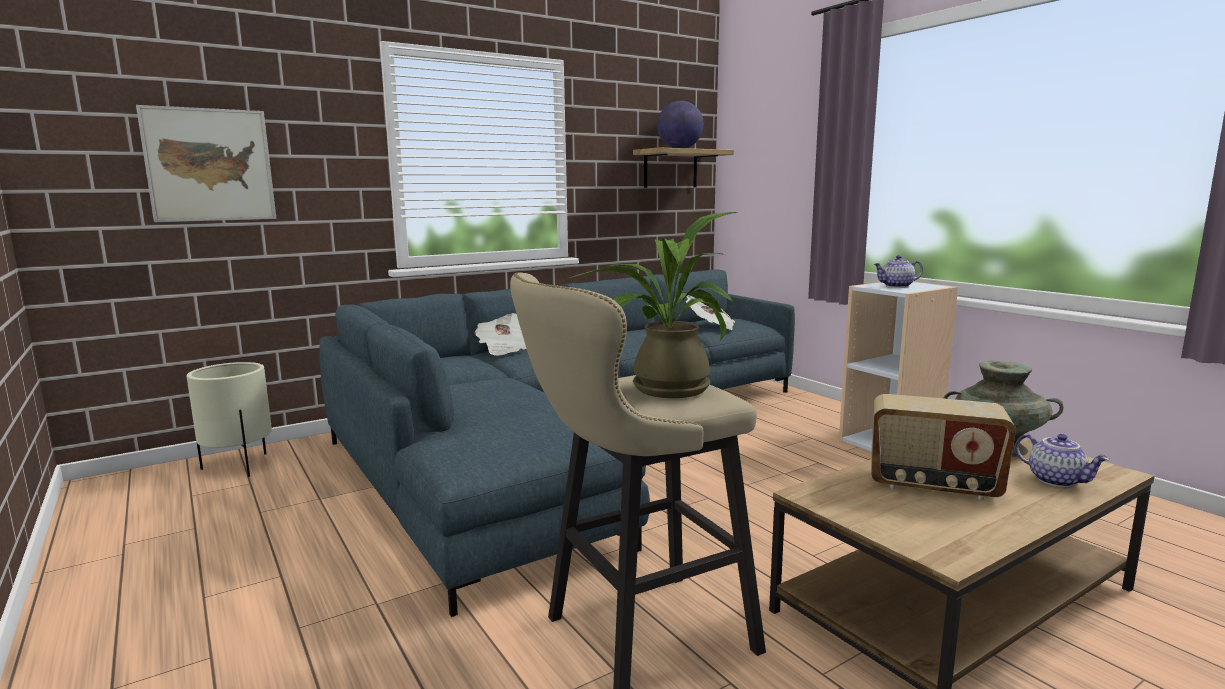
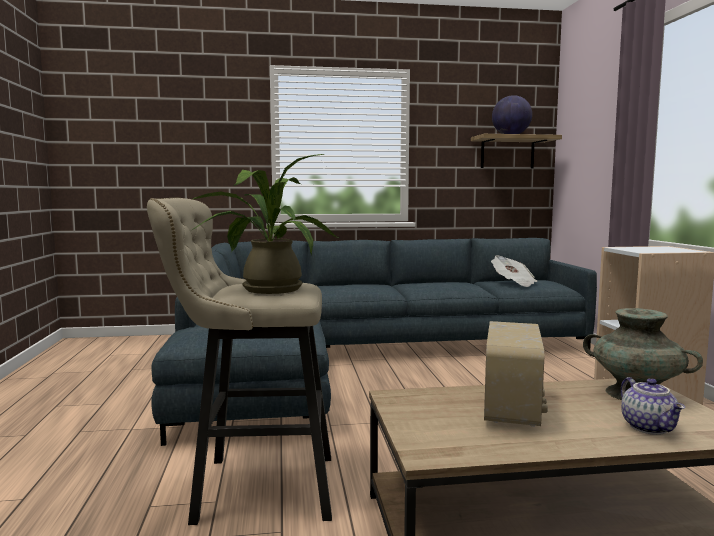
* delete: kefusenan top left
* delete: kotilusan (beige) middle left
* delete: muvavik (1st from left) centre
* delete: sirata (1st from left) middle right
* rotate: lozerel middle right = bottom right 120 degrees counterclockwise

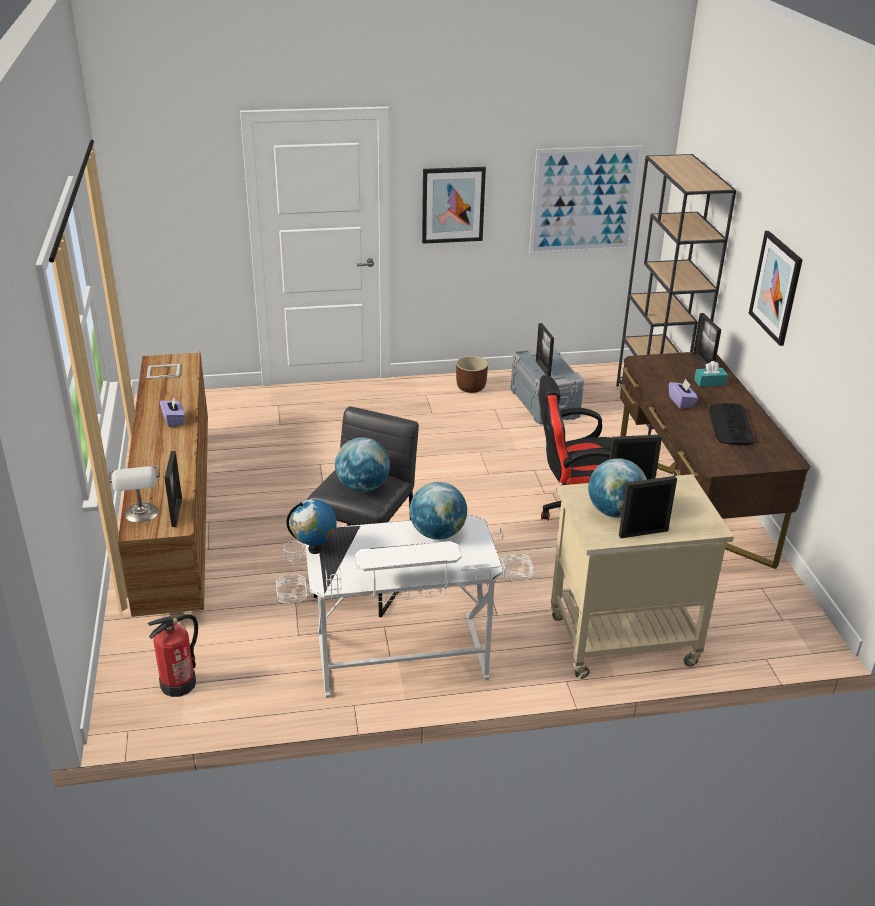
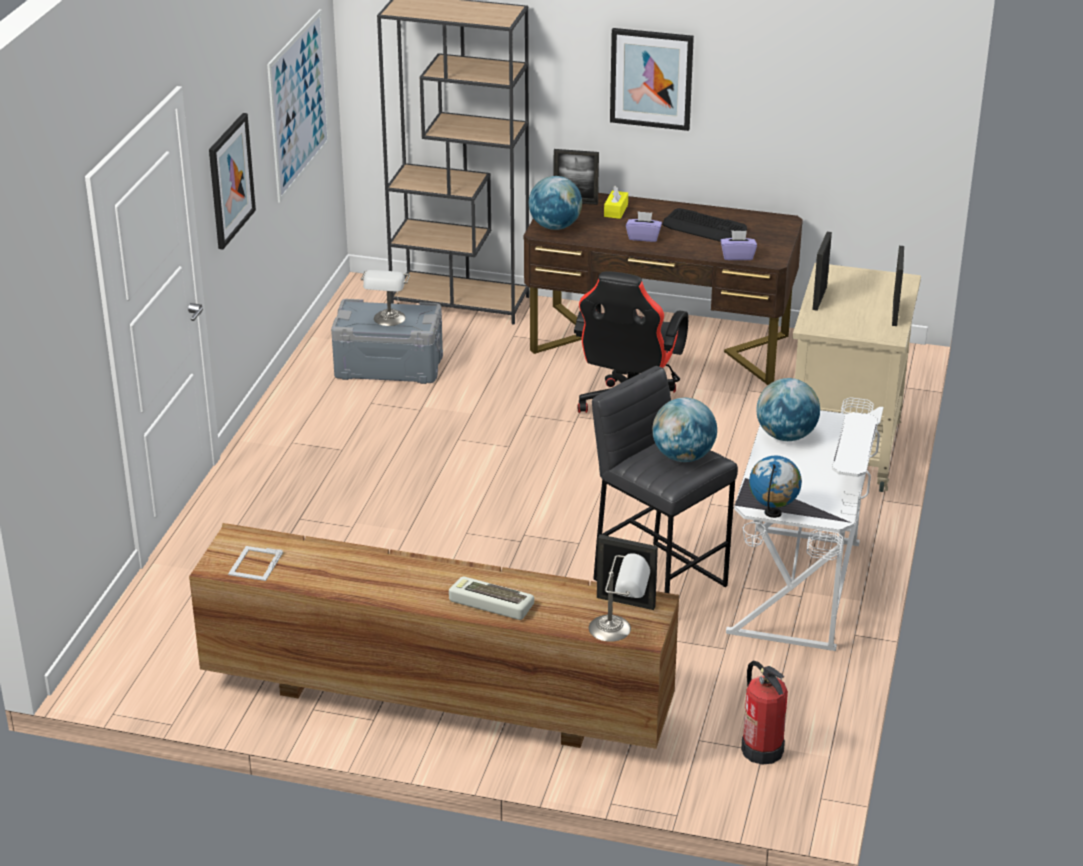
* delete: kotilusan (brown) centre
* insert: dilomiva (1st from left) bottom centre
* move: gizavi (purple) (1st from left in the first image) middle left to gizavi (purple) (2nd from left) top right
* move: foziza (4th from left in the first image) middle right to foziza (1st from left) top centre
* replace: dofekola (3rd from left) centre to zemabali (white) (1st from left) centre
* recolor: gizavi (turquoise) middle right to gizavi (yellow) top centre

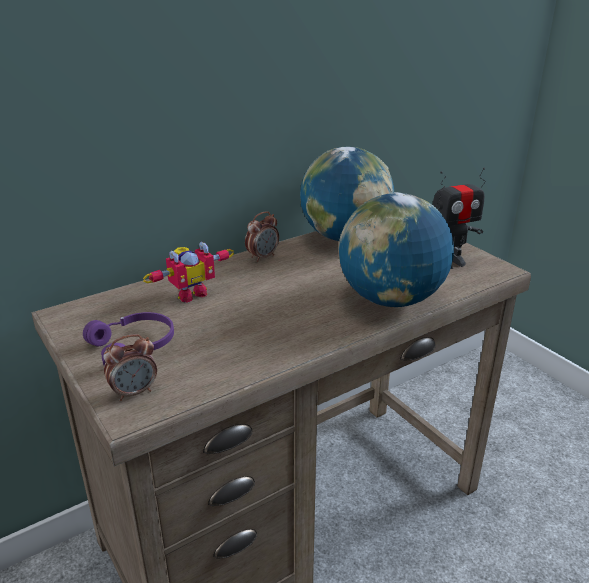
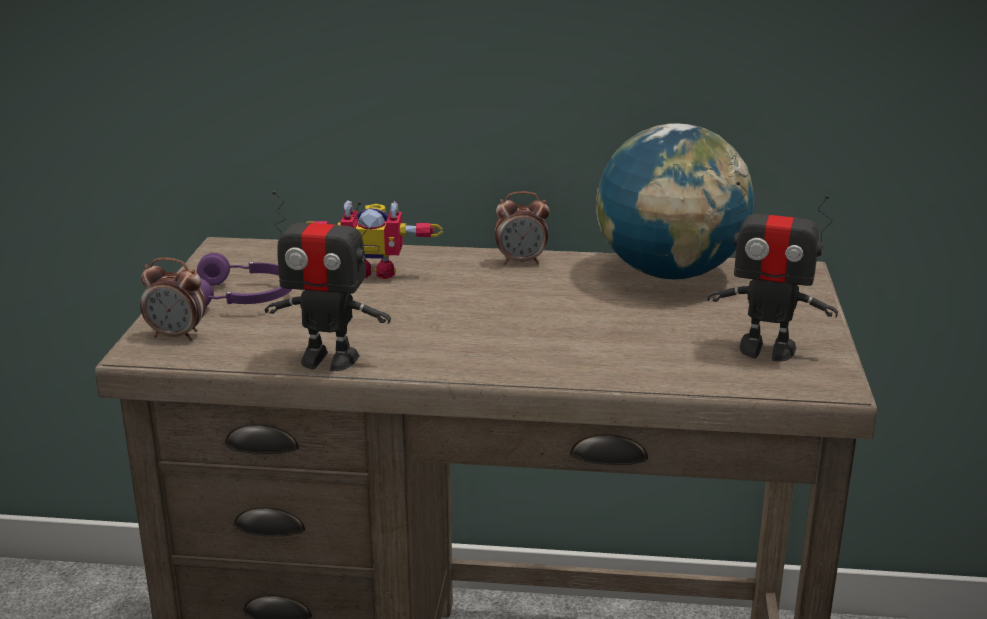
* delete: foziza (2nd from left) middle right
* insert: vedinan (1st from left) middle left

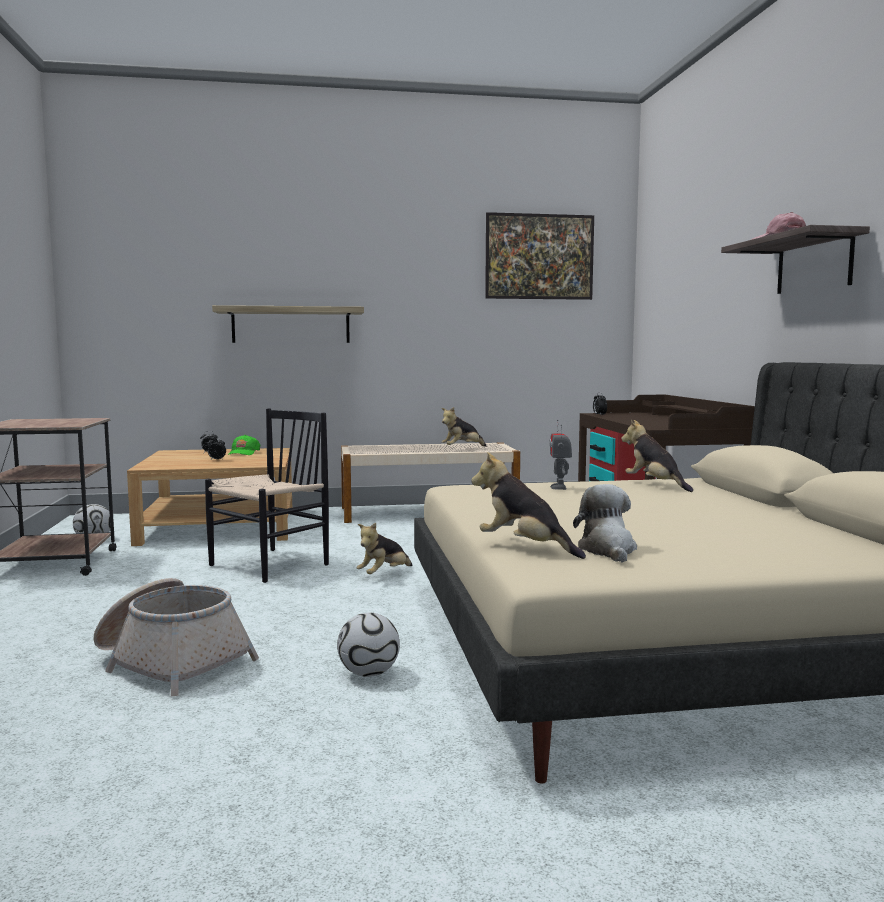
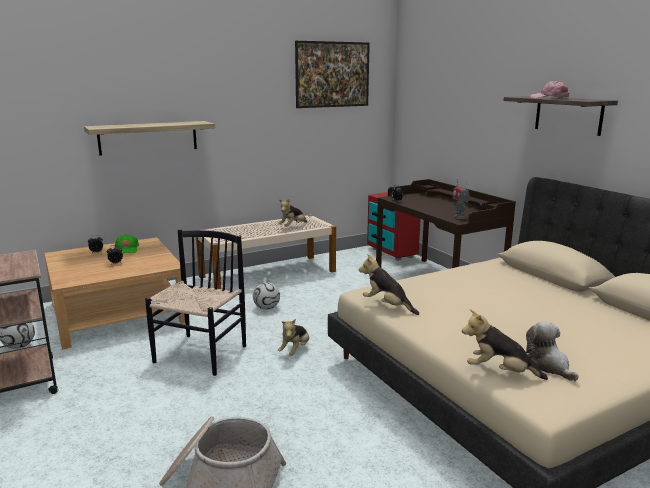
* move: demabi (2nd from left) bottom centre to centre
* move: vedinan centre to middle right
* move: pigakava (5th from left in the first image) middle right to pigakava (3rd from left) centre

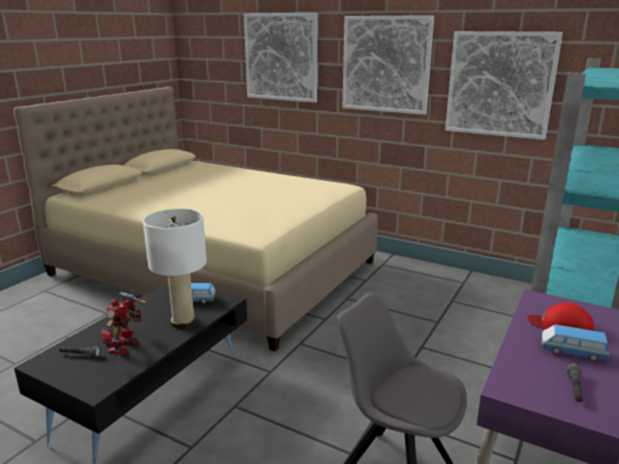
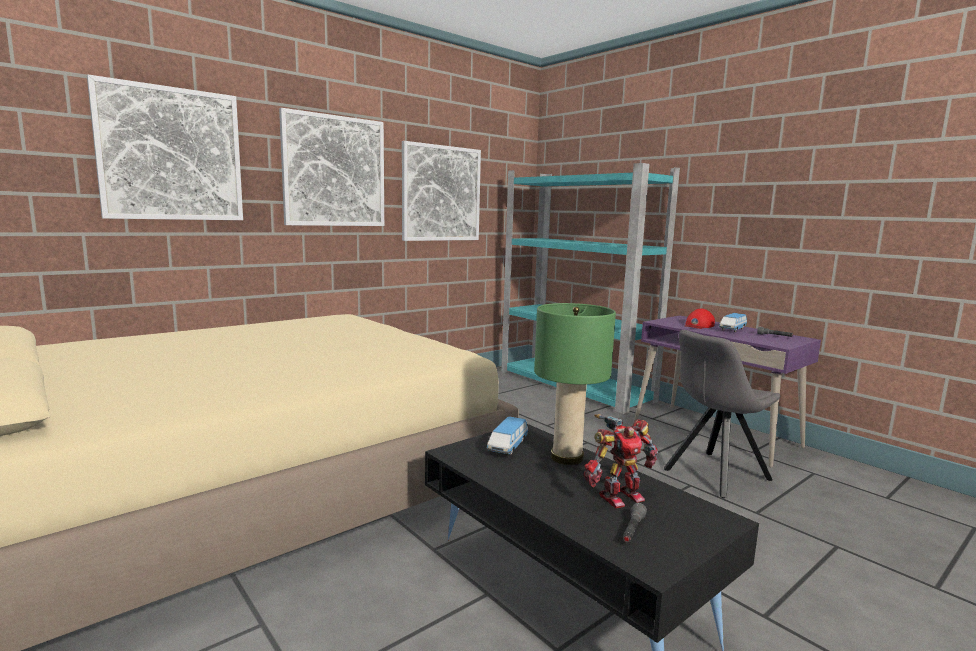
* recolor: zemabali (white) middle left to zemabali (green) centre
* rotate: vedinan bottom left = bottom centre 60 degrees counterclockwise

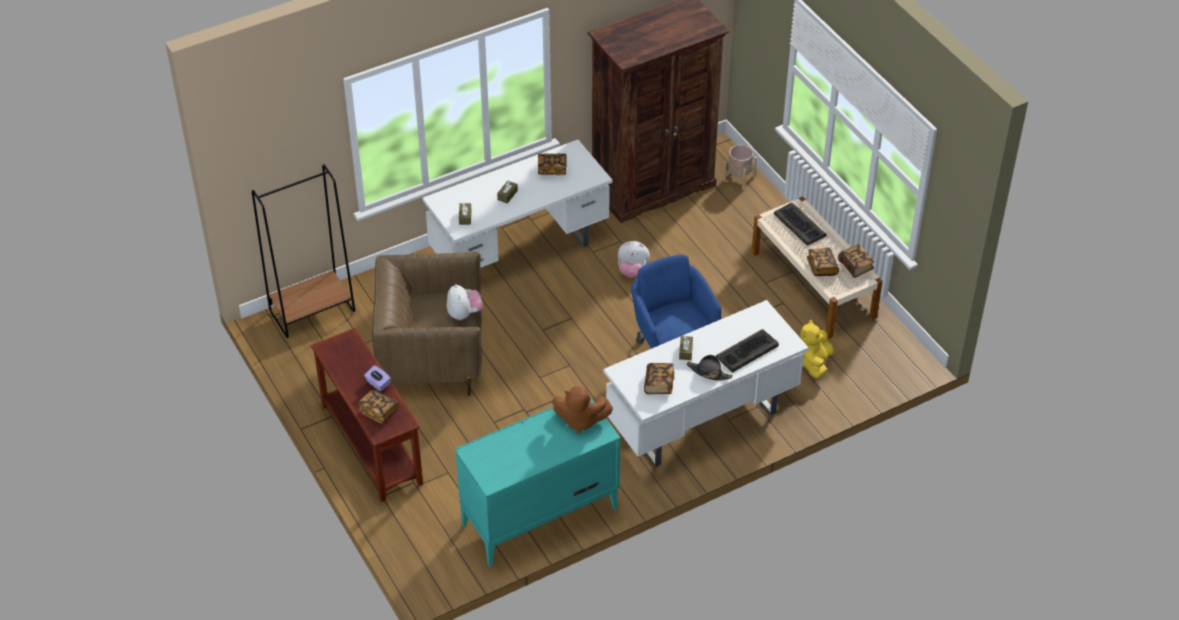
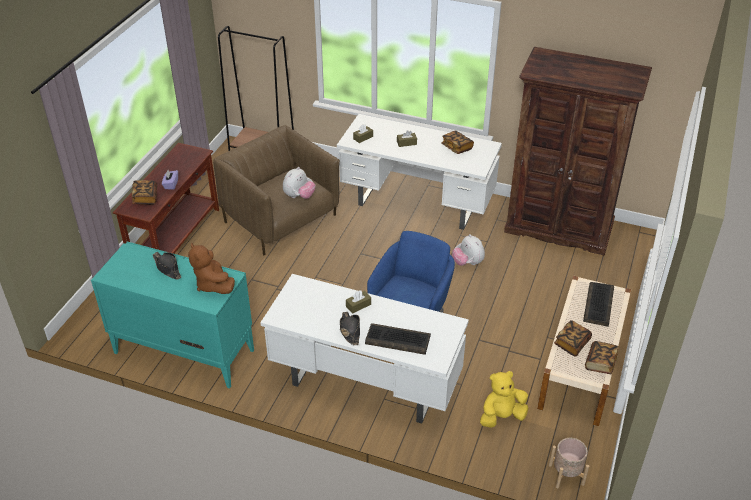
* delete: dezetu (3rd from left) centre
* insert: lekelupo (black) (1st from left) middle left
* move: kotilusan (beige) top centre to bottom right

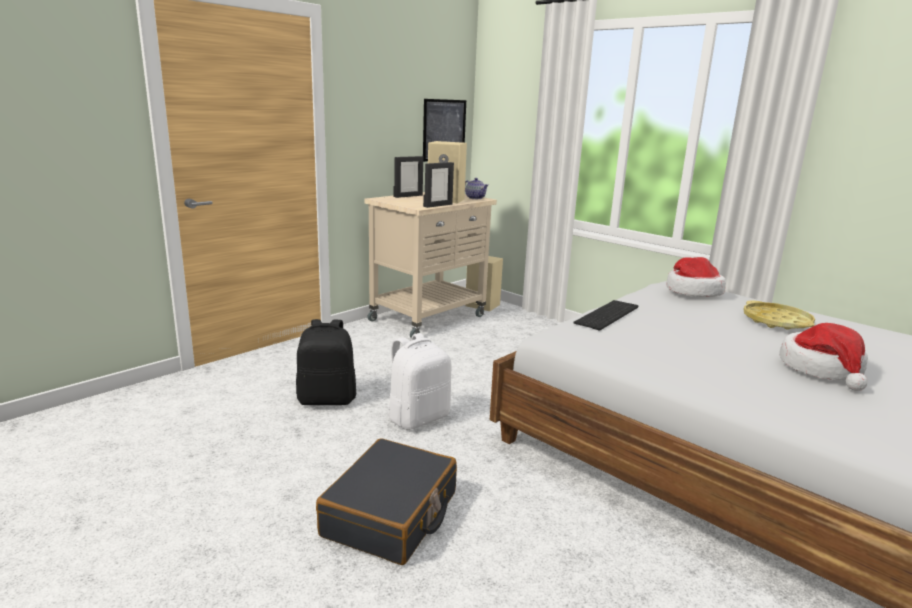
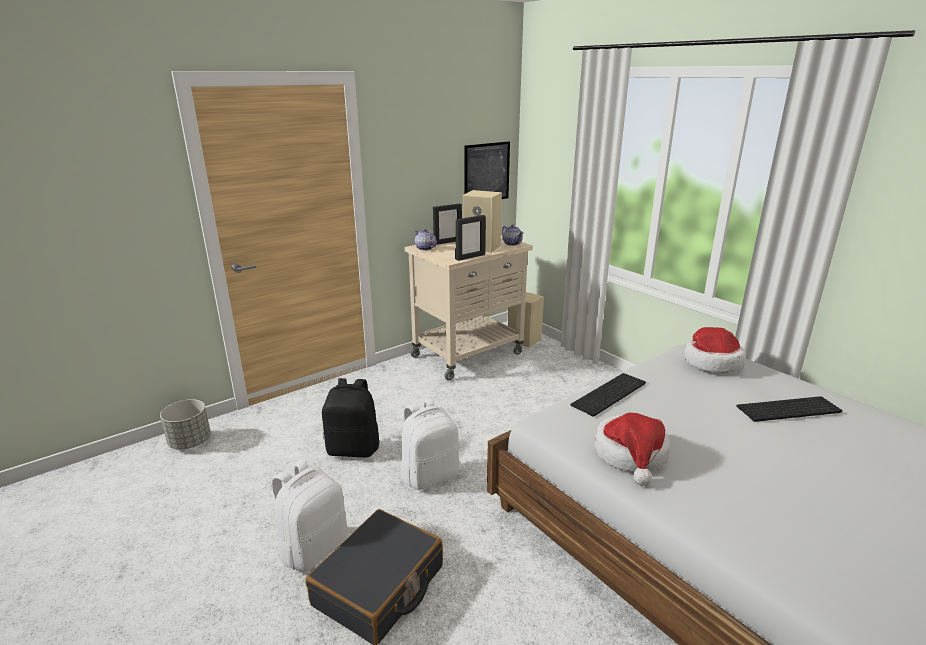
* insert: kotilusan (grey) middle left
* insert: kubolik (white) (1st from left) bottom centre
* insert: sirata (1st from left) centre
* move: lekelupo (2nd from left in the first image) middle right to lekelupo (1st from left) bottom right
* replace: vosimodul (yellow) middle right to dilomiva (2nd from left) middle right

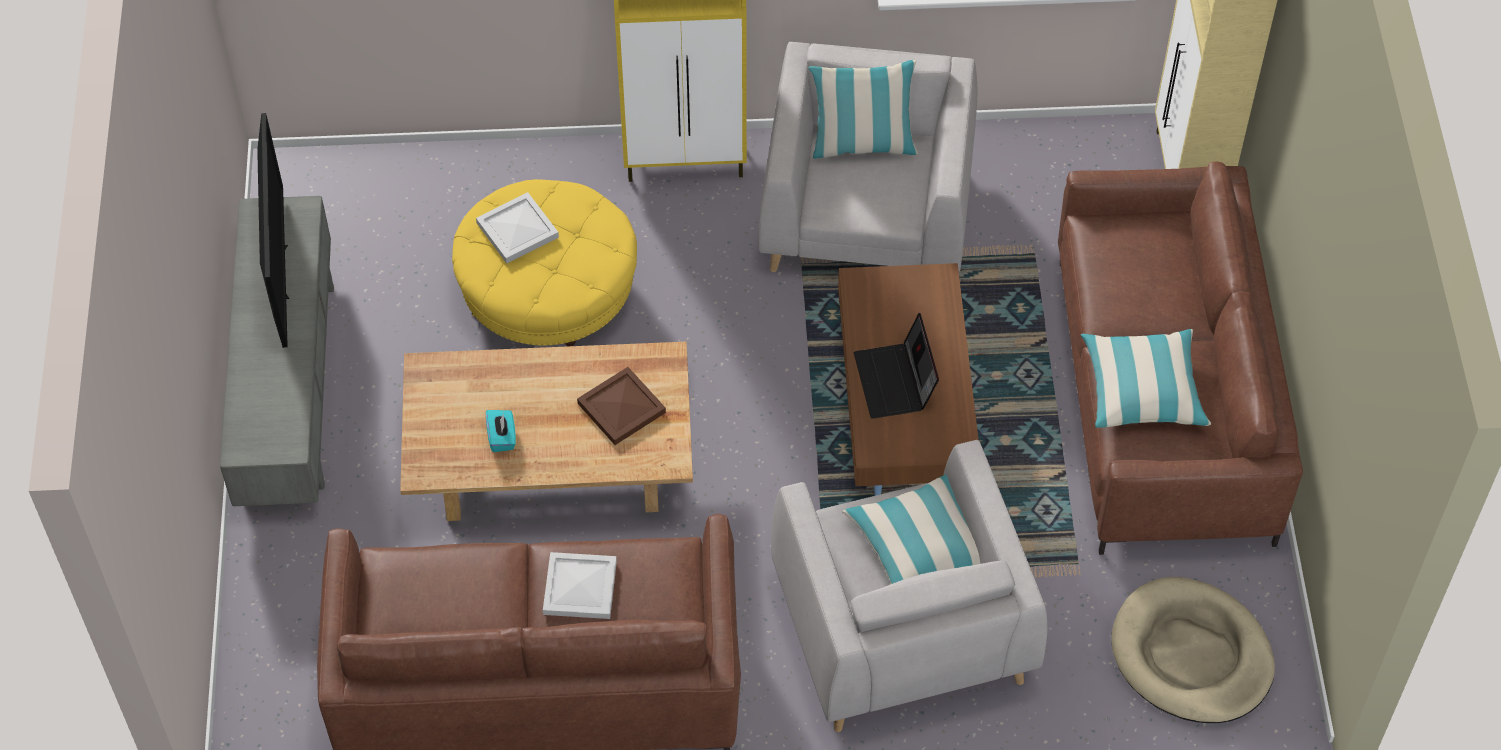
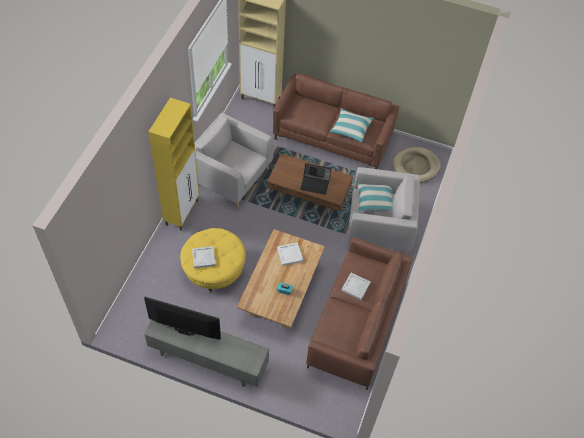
* delete: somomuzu (1st from left) top centre
* recolor: vosimodul (brown) centre to vosimodul (white) (2nd from left) centre

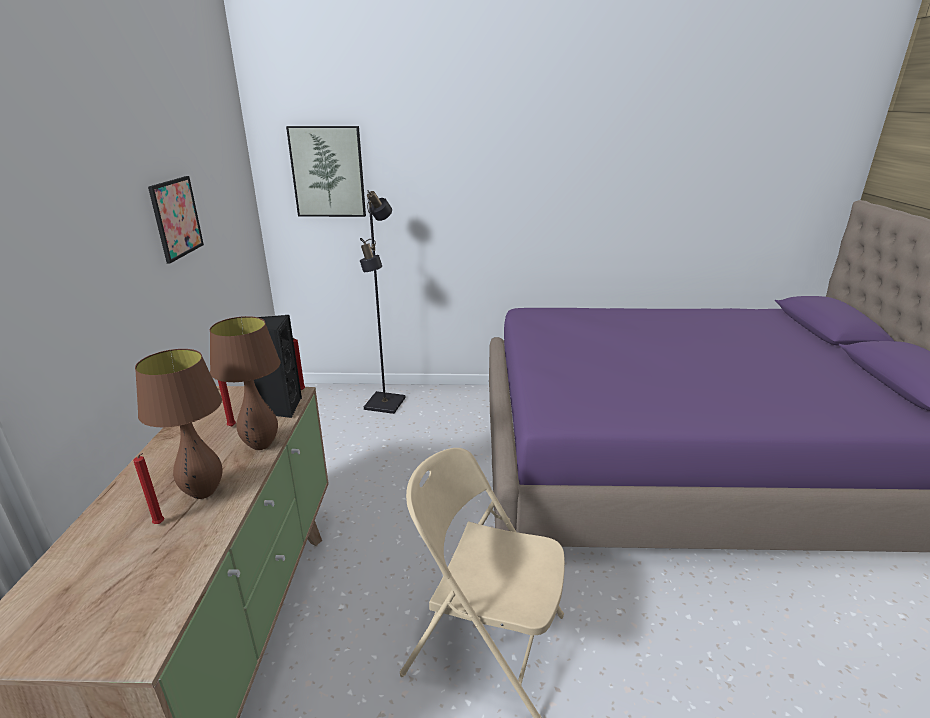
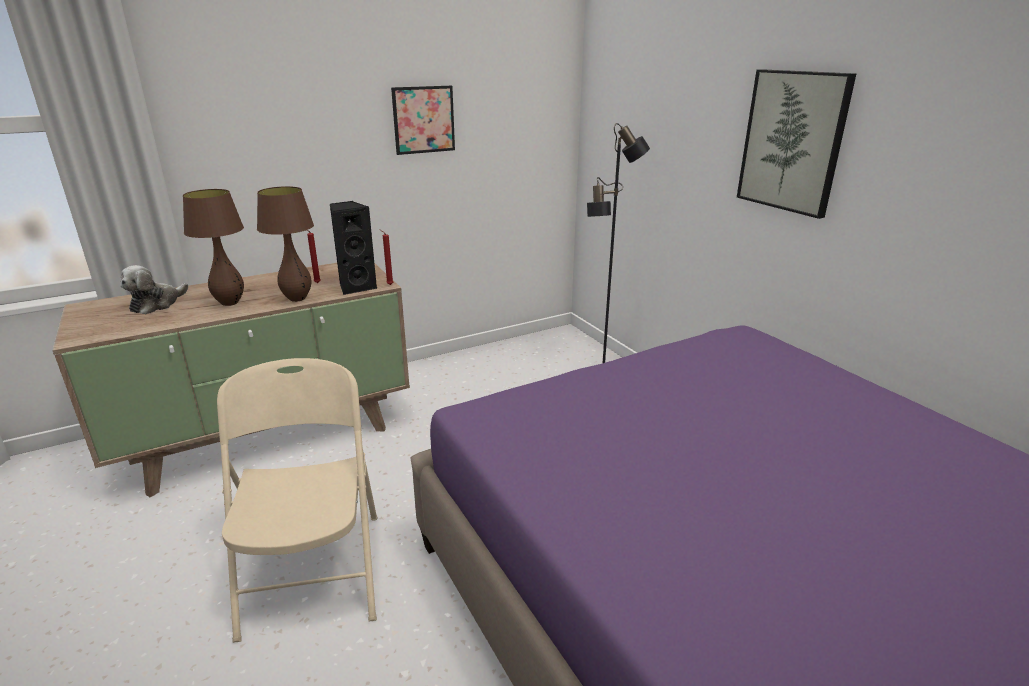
* delete: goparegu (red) (1st from left) bottom left
* insert: pigakava middle left
* move: kefusenan (2nd from left) top centre to top right

